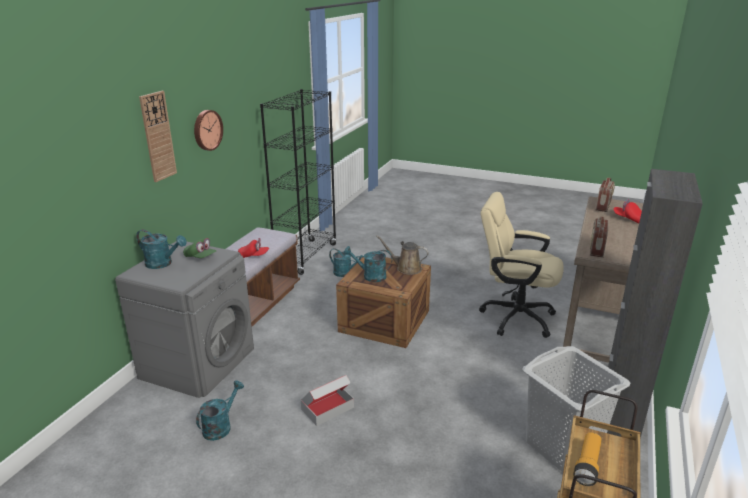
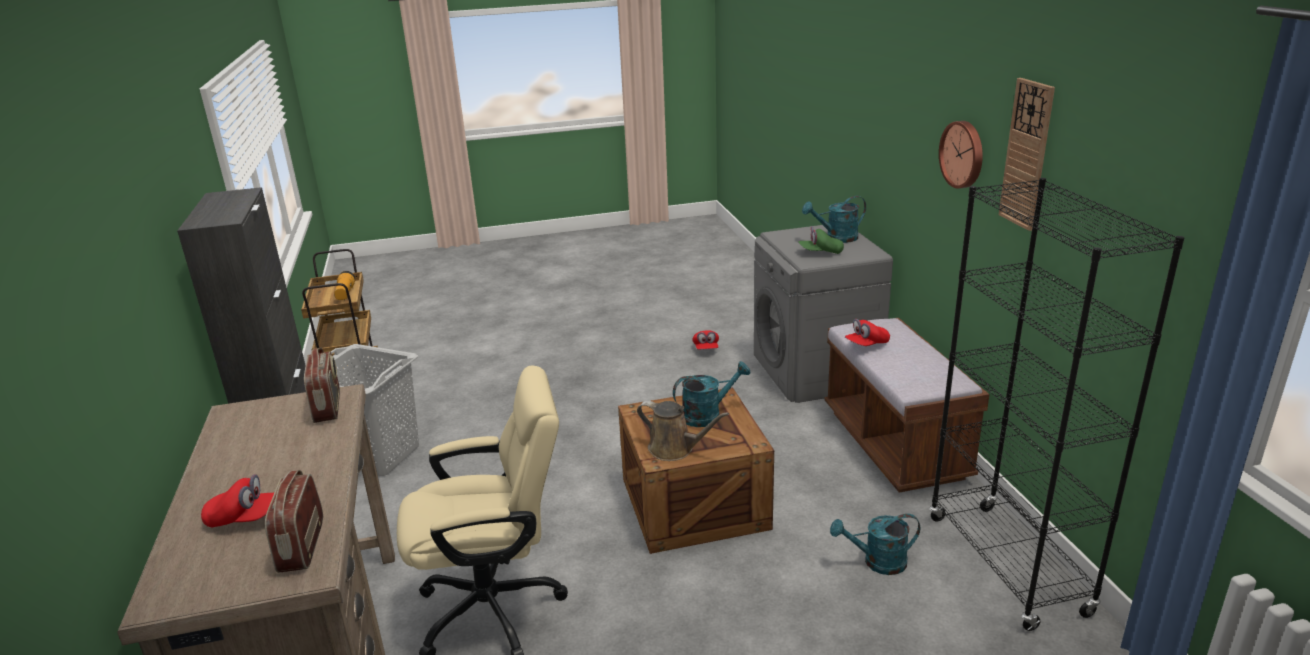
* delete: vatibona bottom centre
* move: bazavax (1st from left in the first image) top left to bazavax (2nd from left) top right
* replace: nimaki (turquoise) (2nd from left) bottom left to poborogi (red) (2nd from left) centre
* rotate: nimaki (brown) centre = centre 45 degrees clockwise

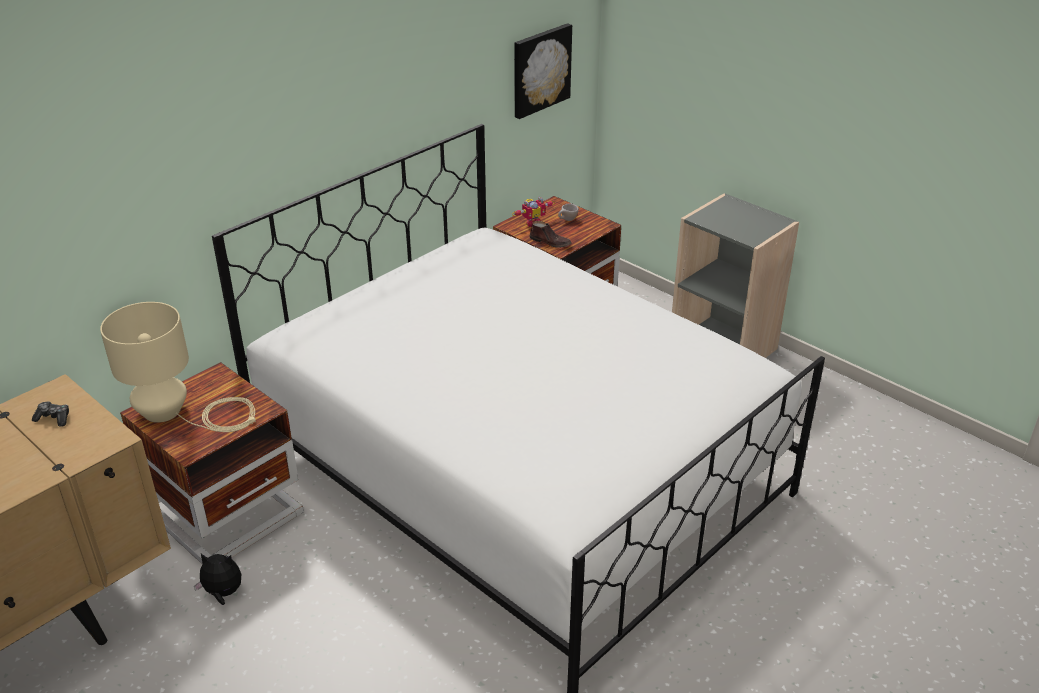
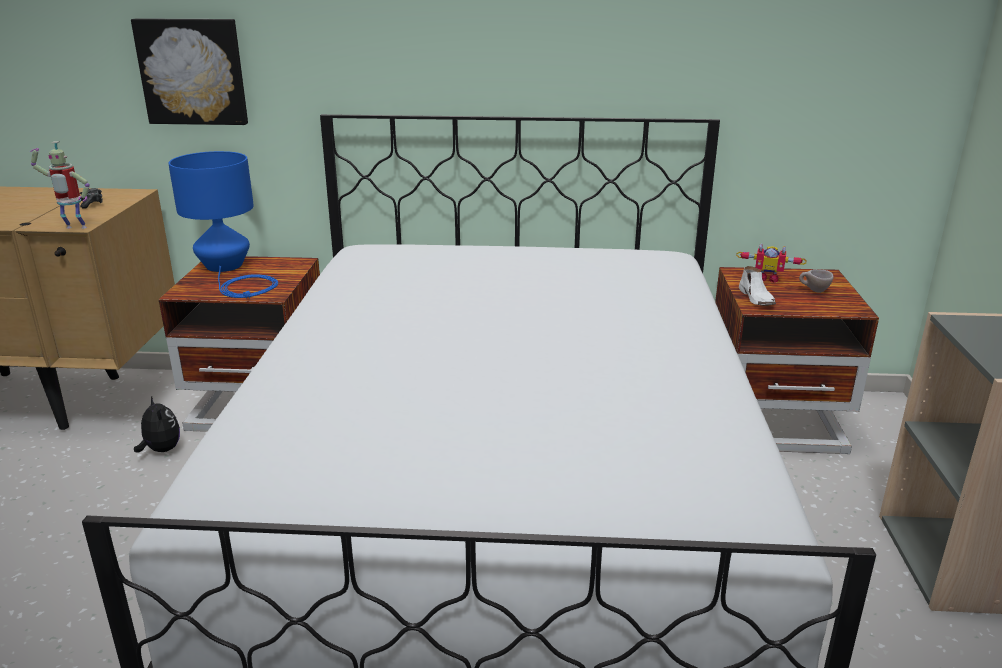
* insert: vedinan (1st from left) top left
* move: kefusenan top centre to top left
* recolor: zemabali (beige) middle left to zemabali (blue) middle left
* recolor: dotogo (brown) centre to dotogo (white) middle right

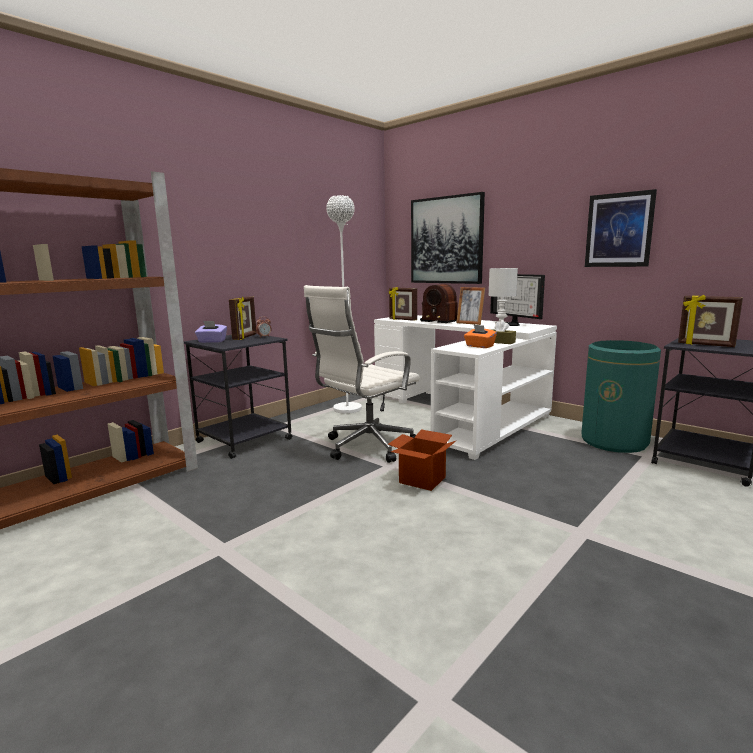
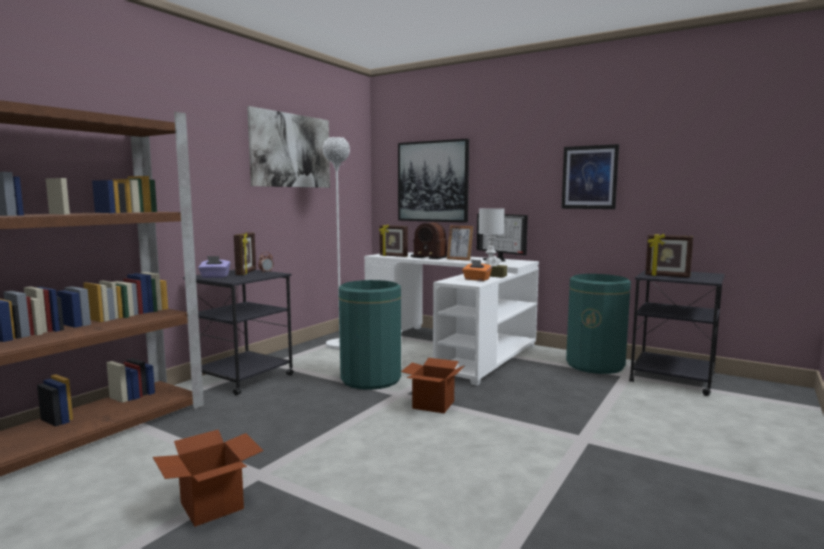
* insert: vatibona (1st from left) bottom left
* insert: kefusenan (1st from left) top centre
* replace: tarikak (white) centre to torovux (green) (1st from left) centre

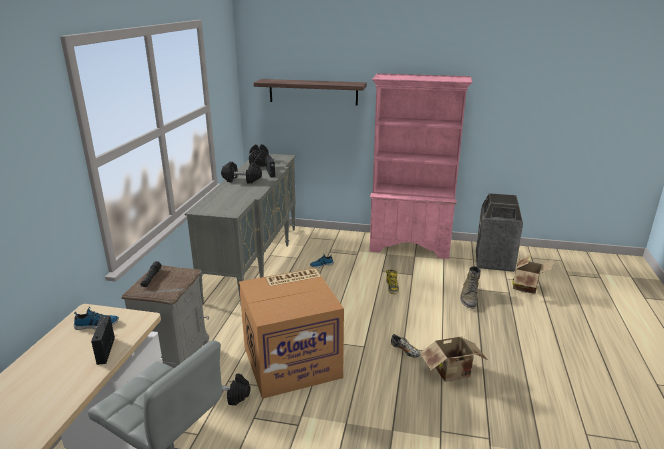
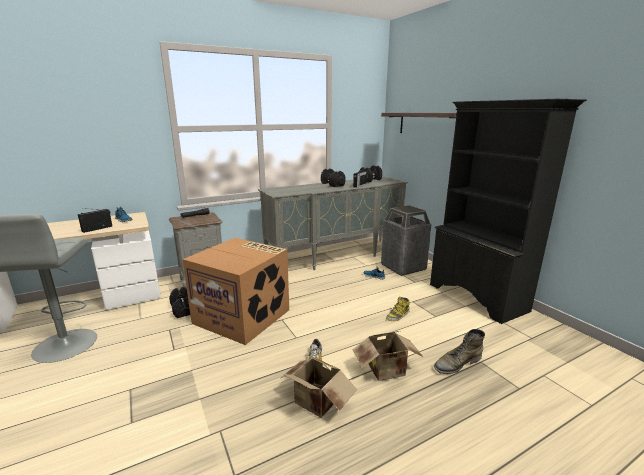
* move: torovux middle right to centre
* move: vatibona (3rd from left) middle right to bottom centre
* recolor: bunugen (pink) centre to bunugen (black) middle right

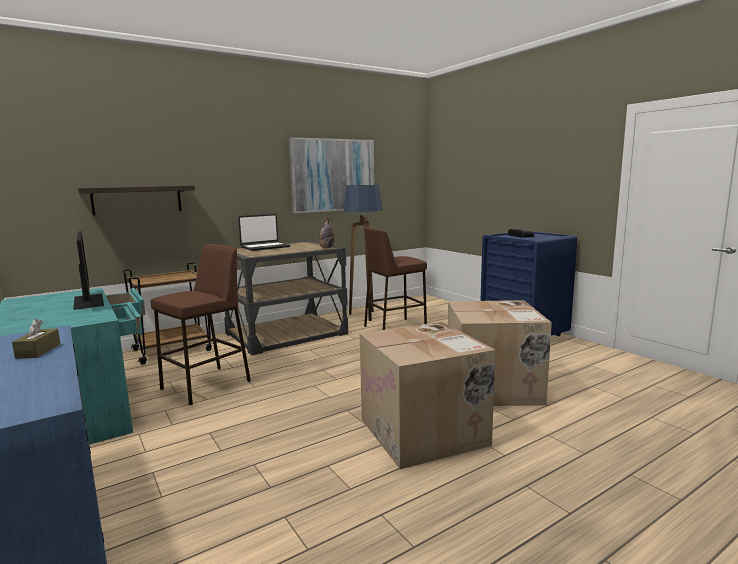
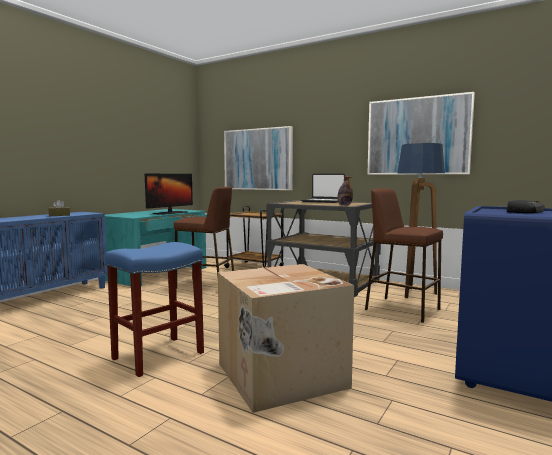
* replace: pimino middle left to kefusenan (1st from left) centre
* replace: vatibona (1st from left) bottom centre to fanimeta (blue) bottom left

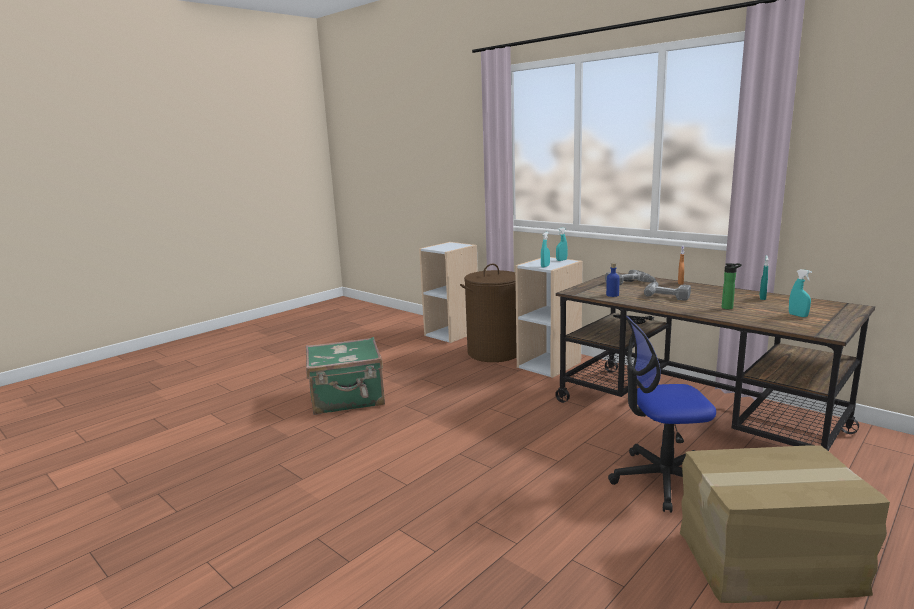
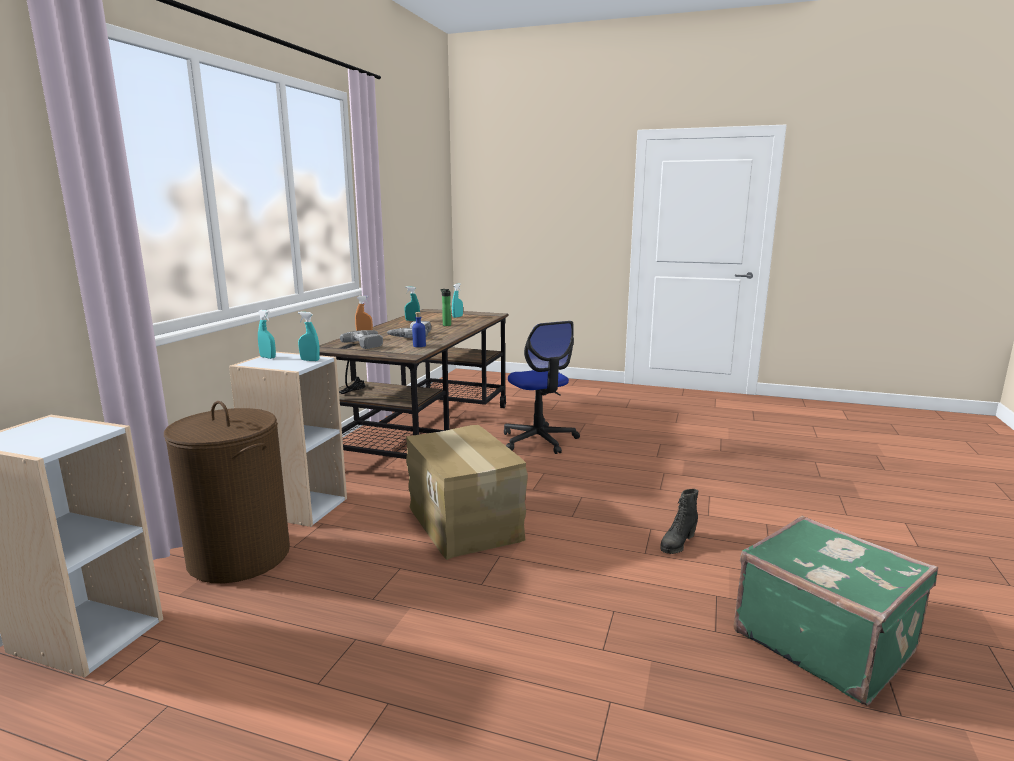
* insert: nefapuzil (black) bottom right
* move: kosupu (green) centre to bottom right
* move: vatibona bottom right to centre

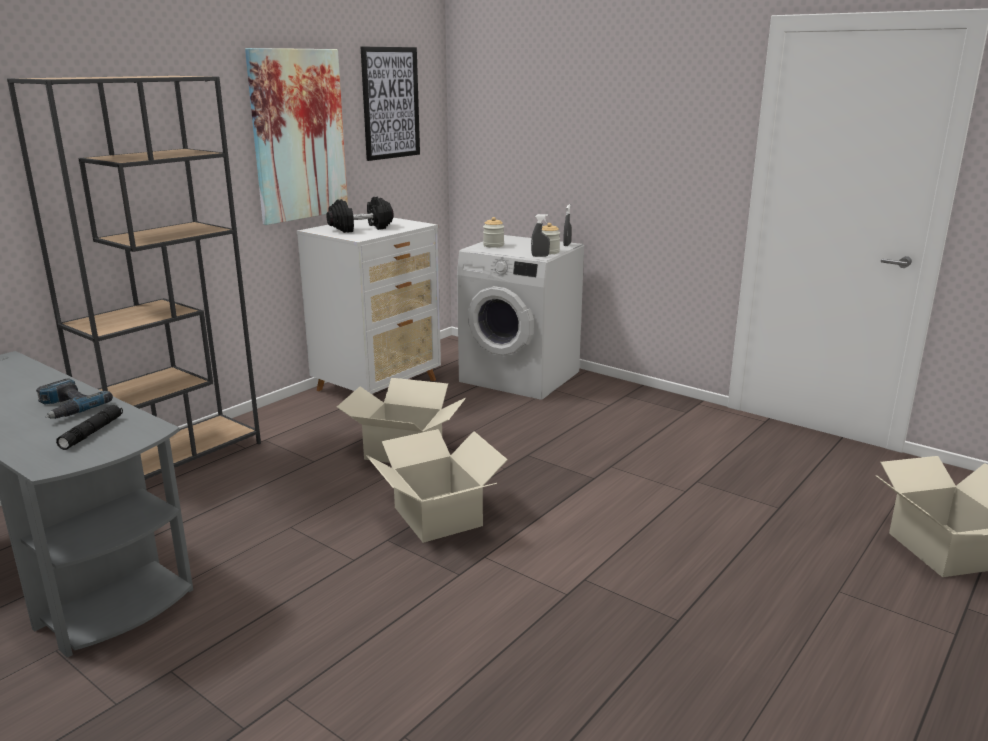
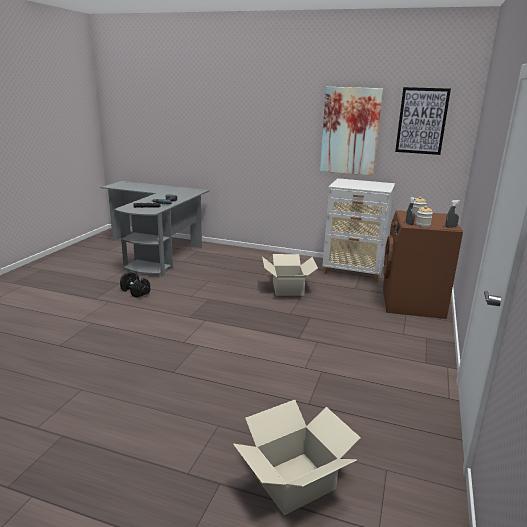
* delete: bunugen middle left
* delete: vatibona (2nd from left) centre
* move: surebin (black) top centre to middle left
* recolor: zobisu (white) centre to zobisu (brown) middle right

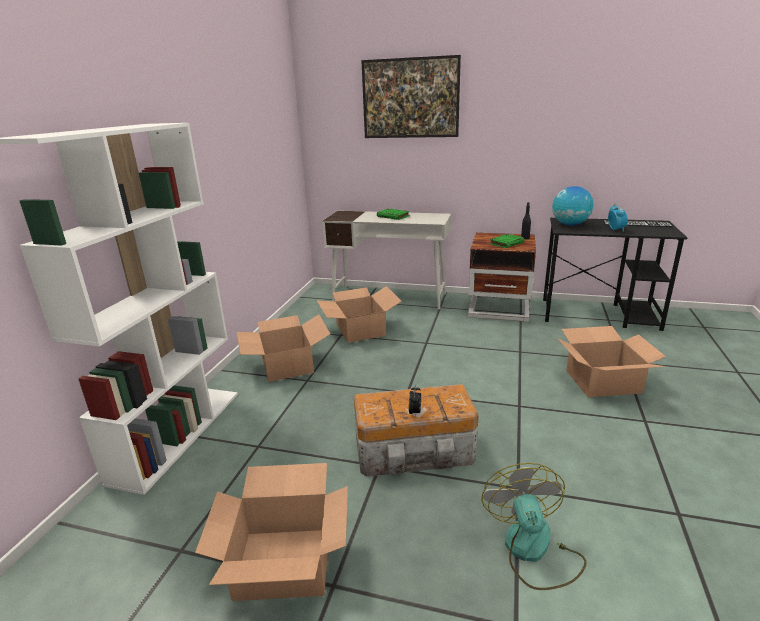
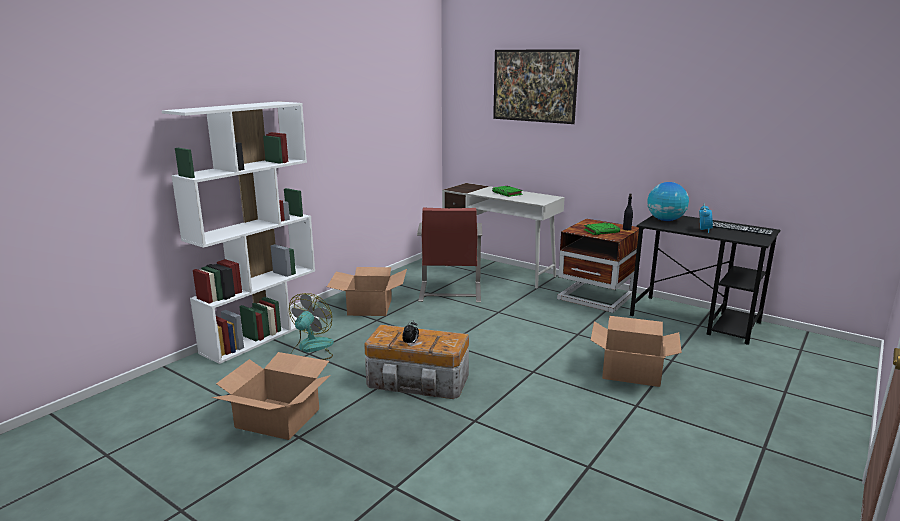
* move: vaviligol bottom right to centre
* replace: vatibona (3rd from left) centre to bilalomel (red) centre

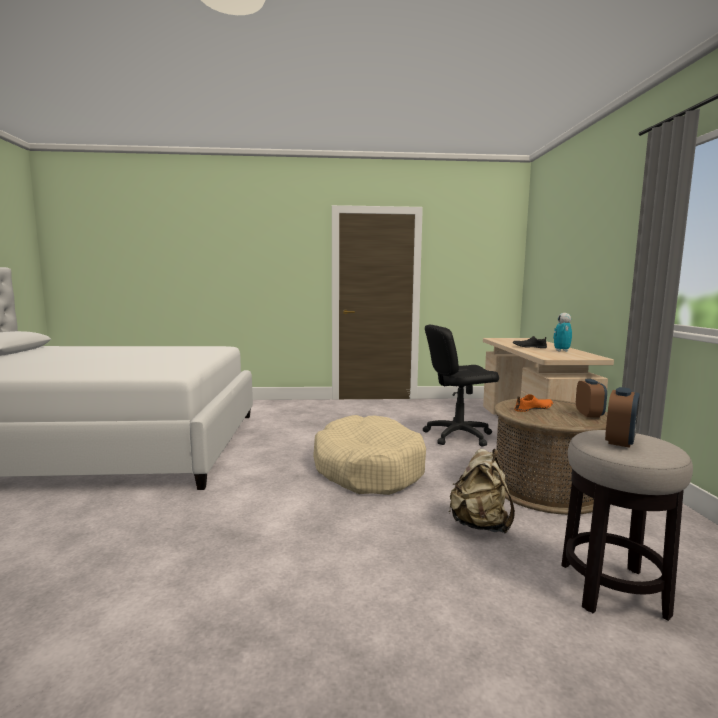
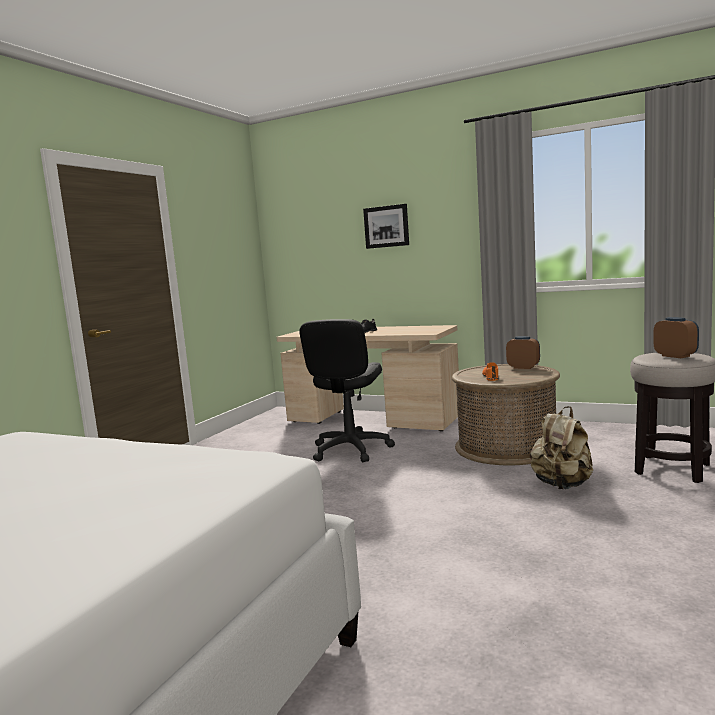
* delete: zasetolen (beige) centre
* delete: vedinan middle right
* insert: kefusenan top centre

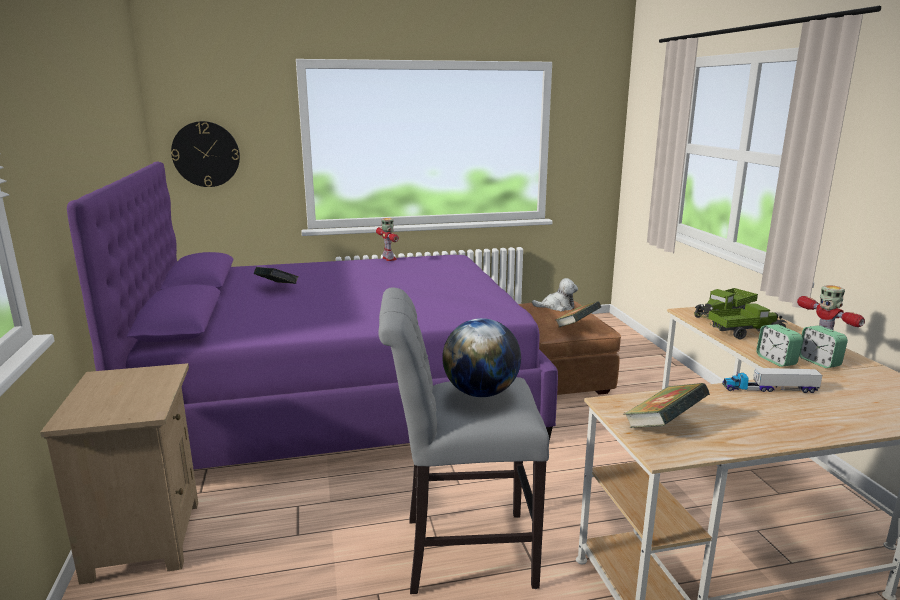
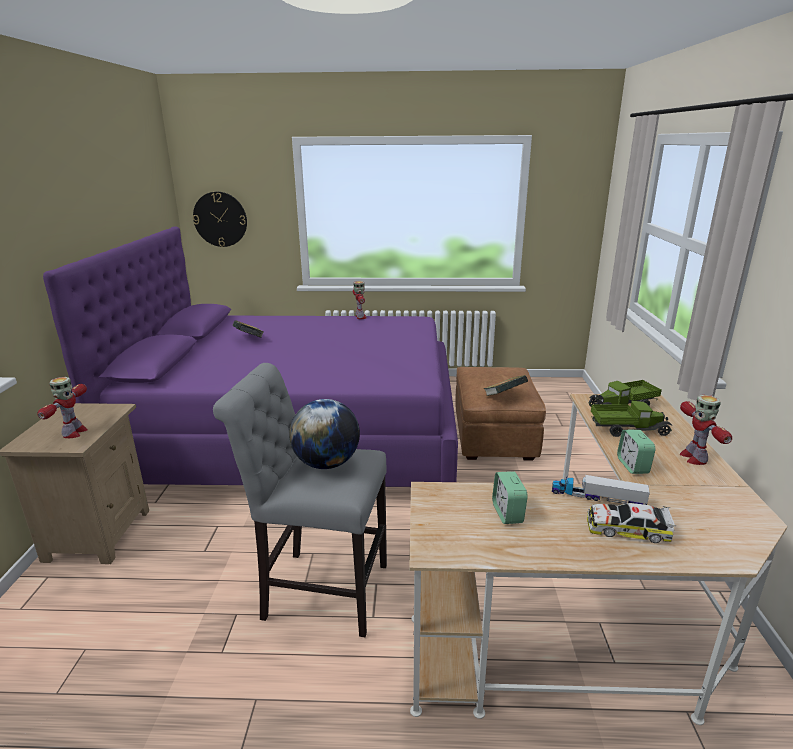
* delete: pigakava centre
* delete: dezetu (3rd from left) bottom right
* insert: vedinan (1st from left) middle left
* insert: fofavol bottom right
* move: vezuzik (2nd from left in the first image) middle right to vezuzik (1st from left) centre

